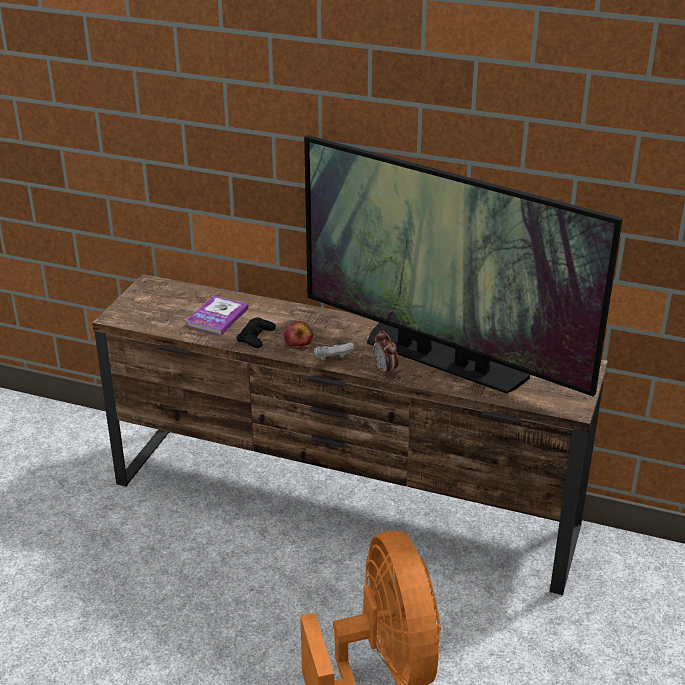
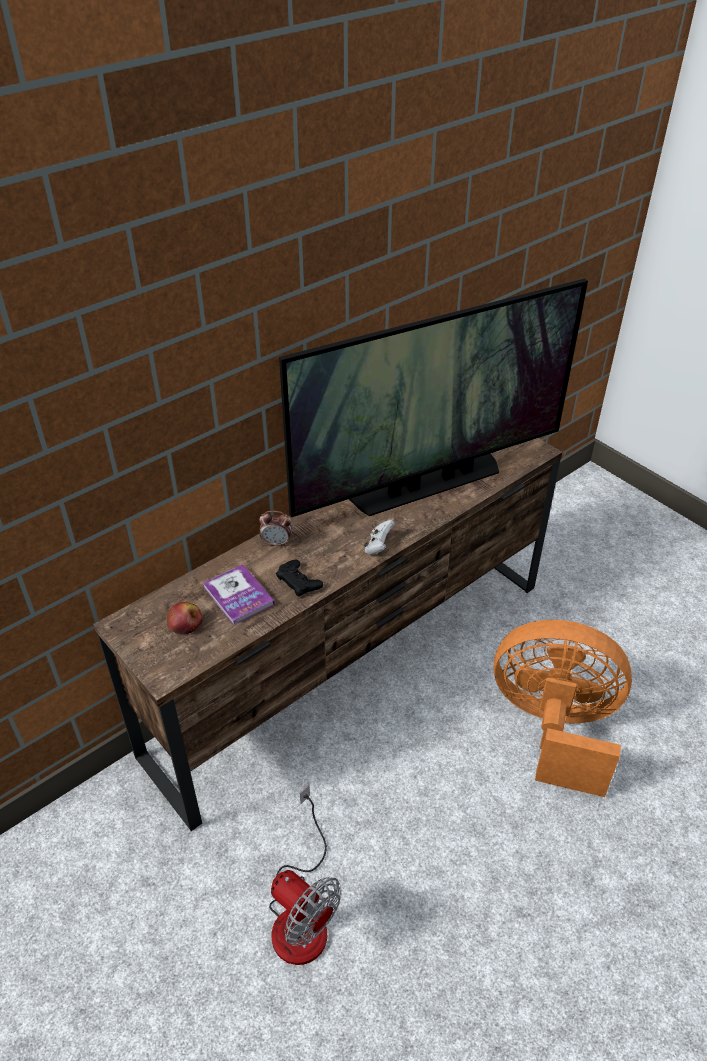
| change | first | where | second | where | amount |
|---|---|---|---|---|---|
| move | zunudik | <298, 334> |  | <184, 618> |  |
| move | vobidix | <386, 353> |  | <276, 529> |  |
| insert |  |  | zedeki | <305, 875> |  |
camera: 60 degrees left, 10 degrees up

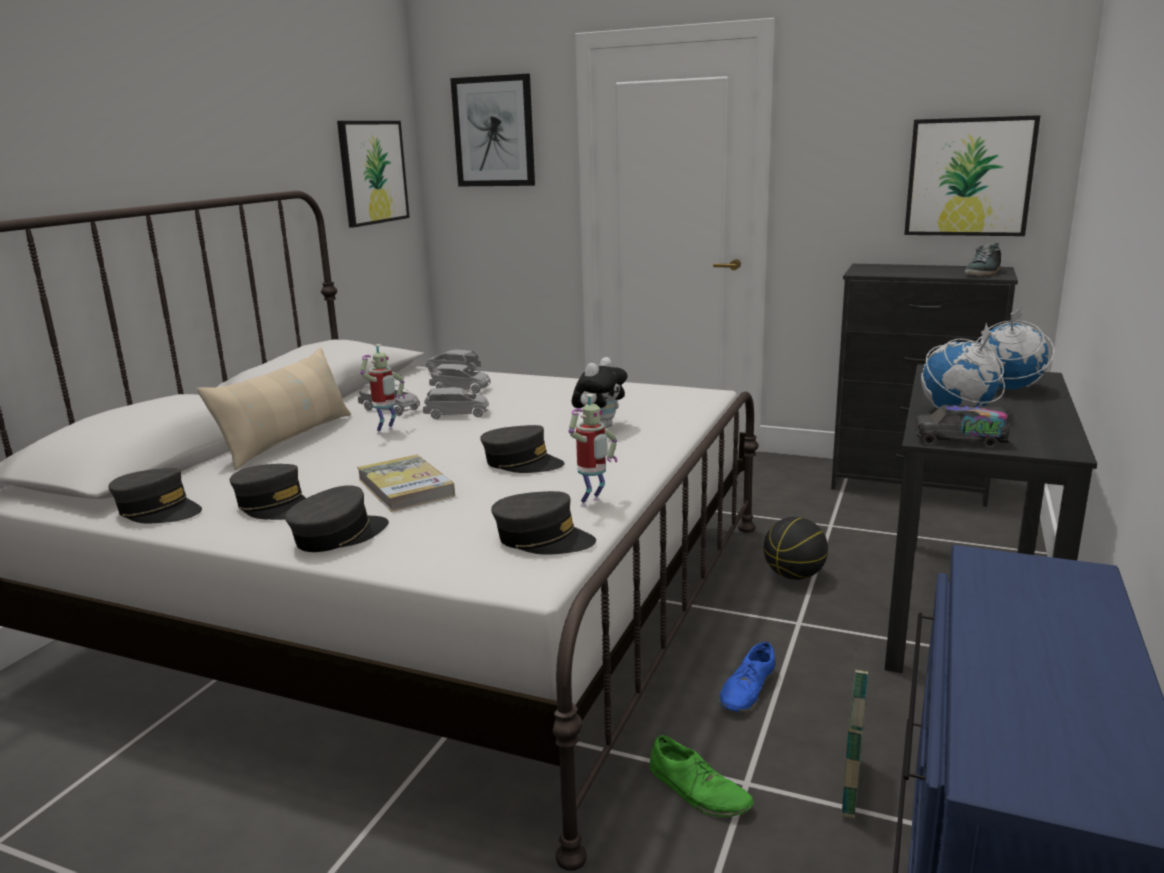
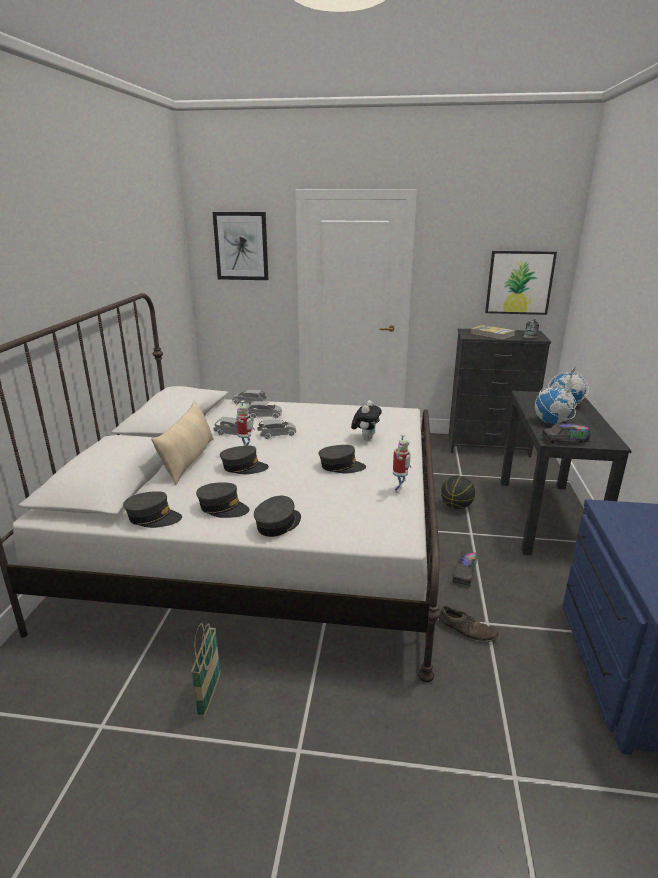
| change | first | where | second | where | amount |
|---|---|---|---|---|---|
| delete | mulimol | <373, 174> |  |  |  |
| move | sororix | <406, 483> |  | <492, 332> |  |
| move | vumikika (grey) | <543, 523> |  | <244, 460> |  |
| replace | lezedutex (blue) | <747, 677> | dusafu | <464, 568> |  |
| move | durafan | <855, 737> |  | <206, 669> |  |
| recolor | lezedutex (green) | <702, 776> | lezedutex (brown) | <469, 624> |  |
camera: 15 degrees left, 5 degrees up

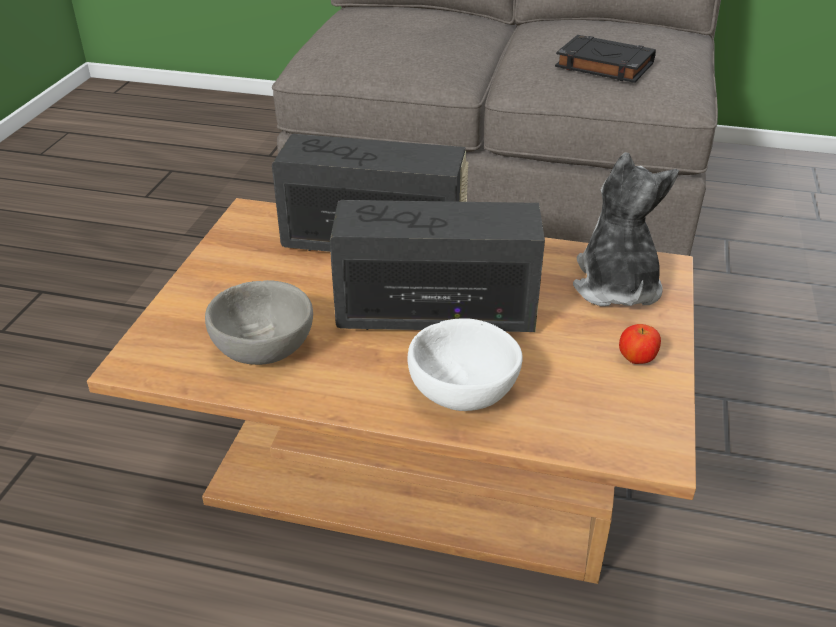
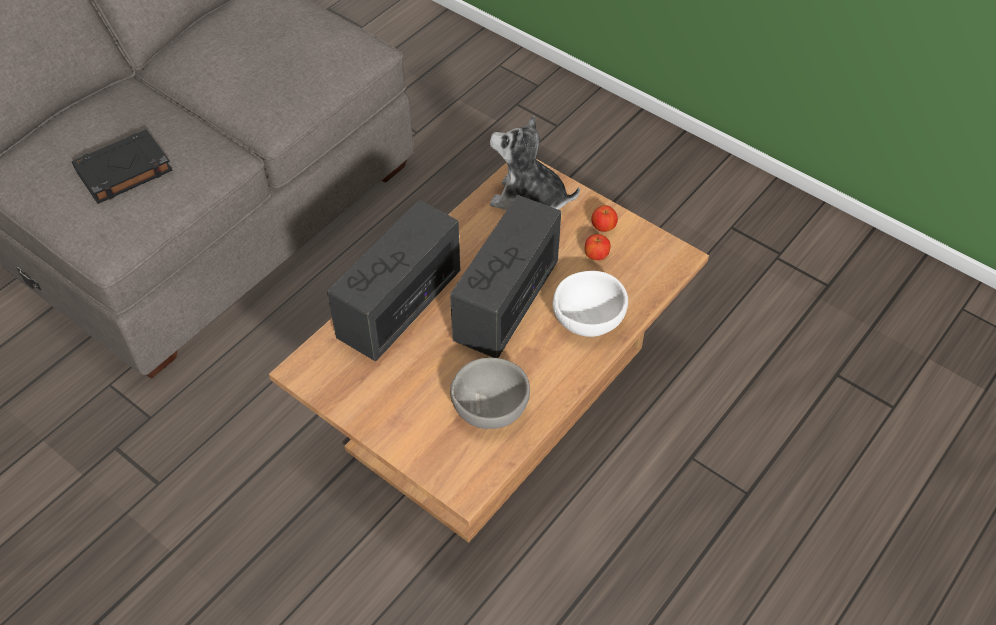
| change | first | where | second | where | amount |
|---|---|---|---|---|---|
| move | sororix (black) | <605, 59> |  | <122, 166> |  |
| insert |  |  | zunudik | <598, 247> |  |
camera: 65 degrees left, 15 degrees up

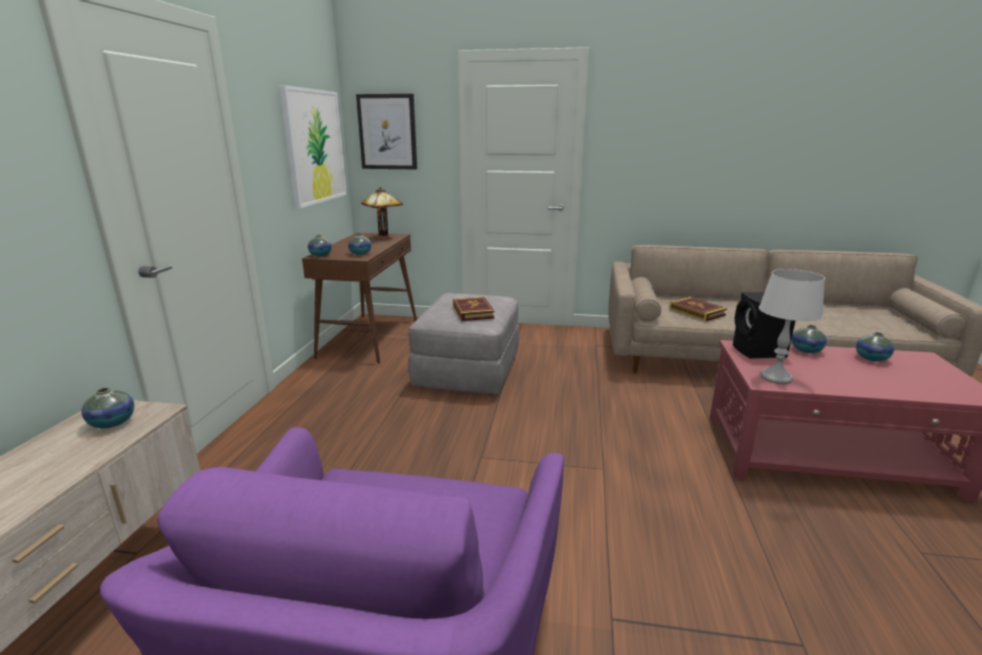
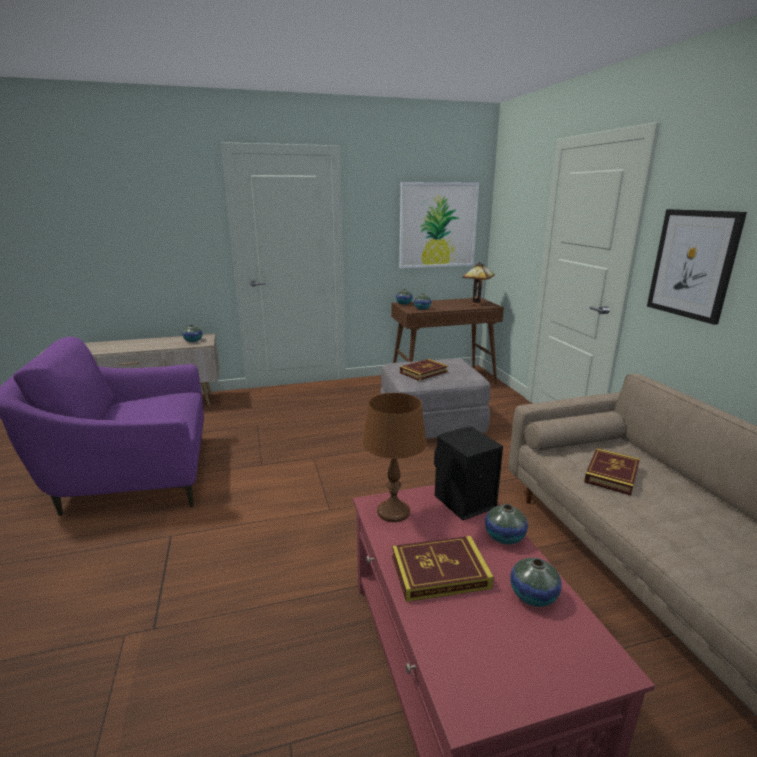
| change | first | where | second | where | amount |
|---|---|---|---|---|---|
| move | mulimol | <386, 131> |  | <697, 267> |  |
| recolor | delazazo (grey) | <792, 326> | delazazo (brown) | <394, 457> |  |
| insert |  |  | sororix | <443, 569> |  |
camera: 65 degrees right, 0 degrees up

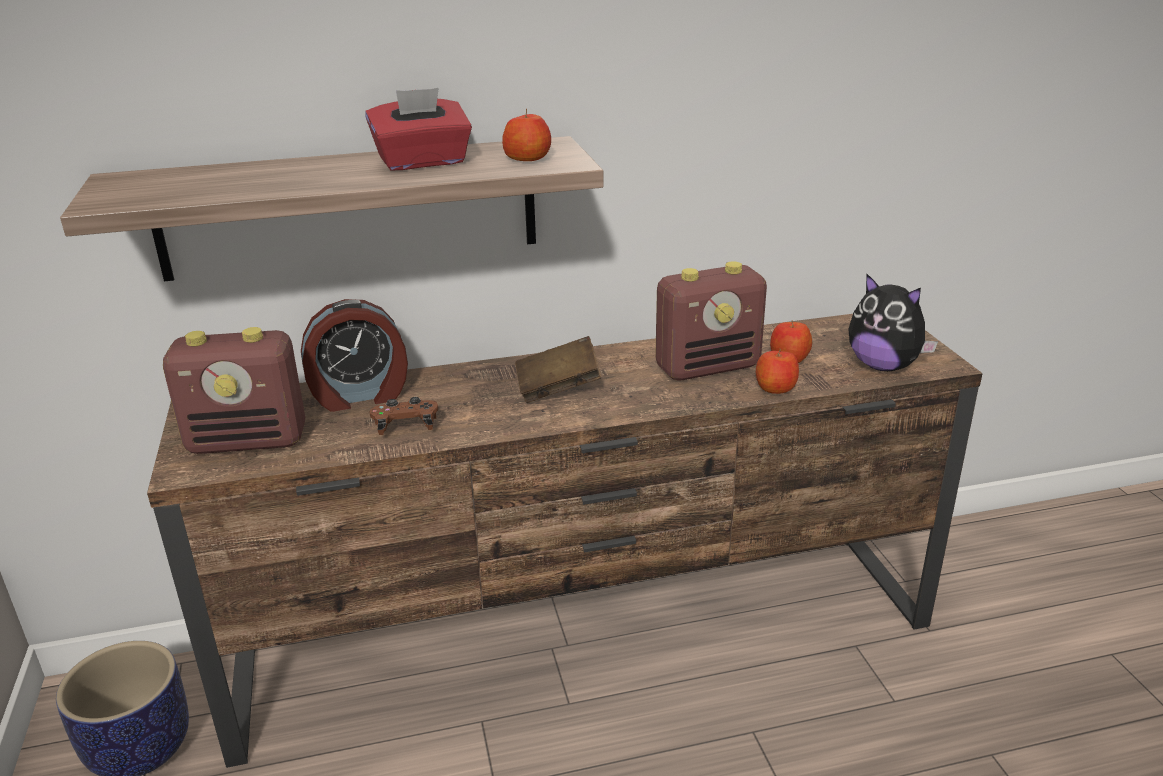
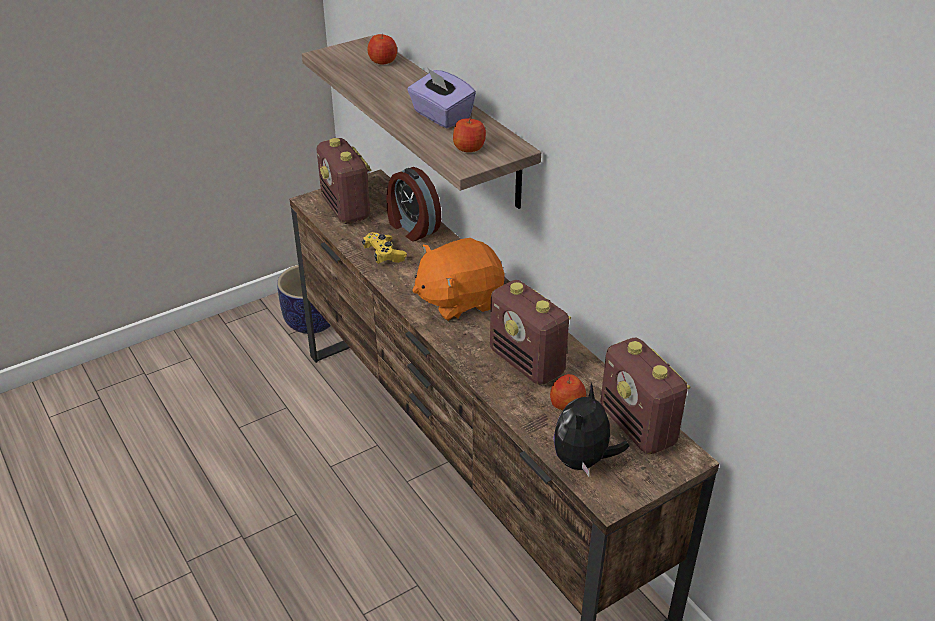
| change | first | where | second | where | amount |
|---|---|---|---|---|---|
| recolor | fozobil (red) | <418, 129> | fozobil (purple) | <441, 97> |  |
| replace | sororix (brown) | <558, 369> | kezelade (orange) | <458, 279> |  |
| move | zunudik | <777, 371> |  | <382, 49> |  |
| recolor | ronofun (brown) | <404, 416> | ronofun (yellow) | <384, 248> |  |
| insert |  |  | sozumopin | <645, 395> |  |
camera: 70 degrees right, 10 degrees up

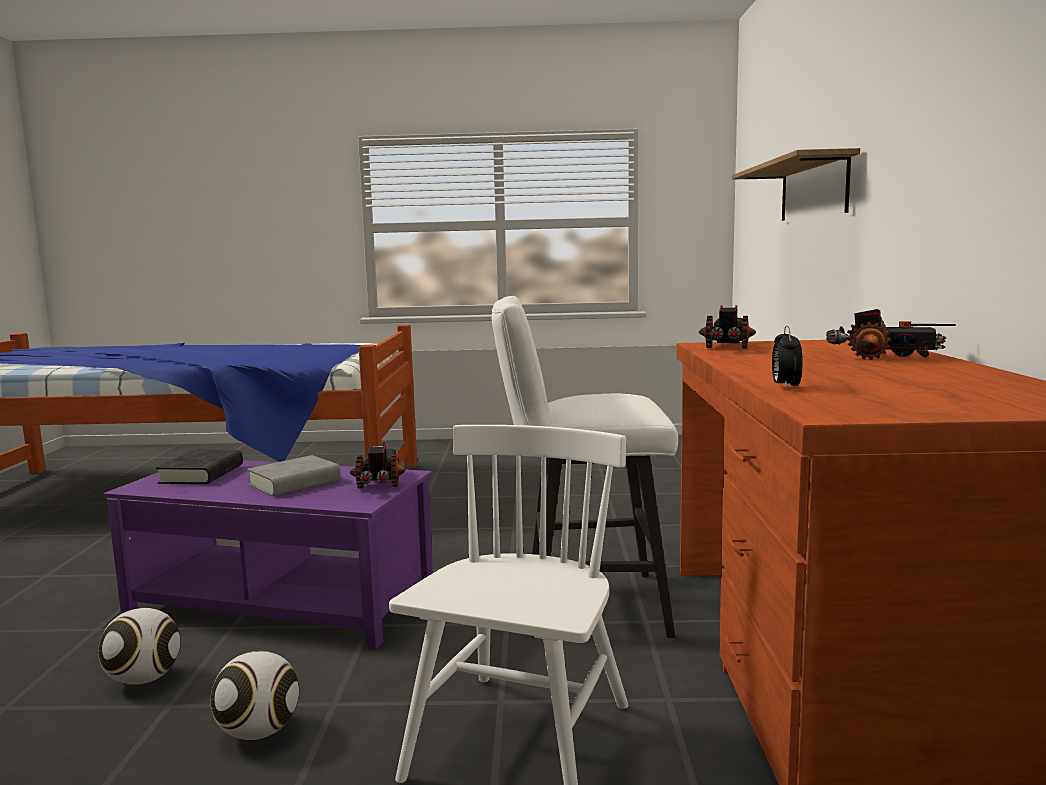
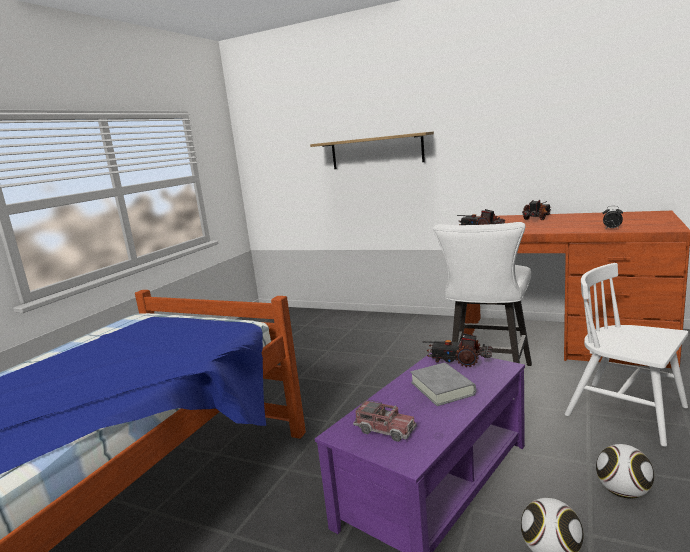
| change | first | where | second | where | amount |
|---|---|---|---|---|---|
| replace | sororix (black) | <199, 467> | dusafu | <385, 420> |  |
camera: 65 degrees left, 5 degrees up

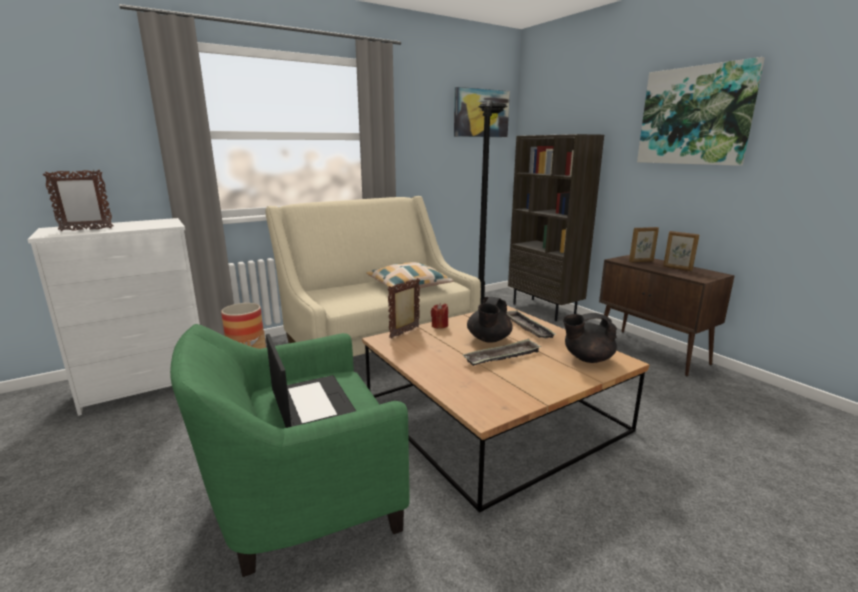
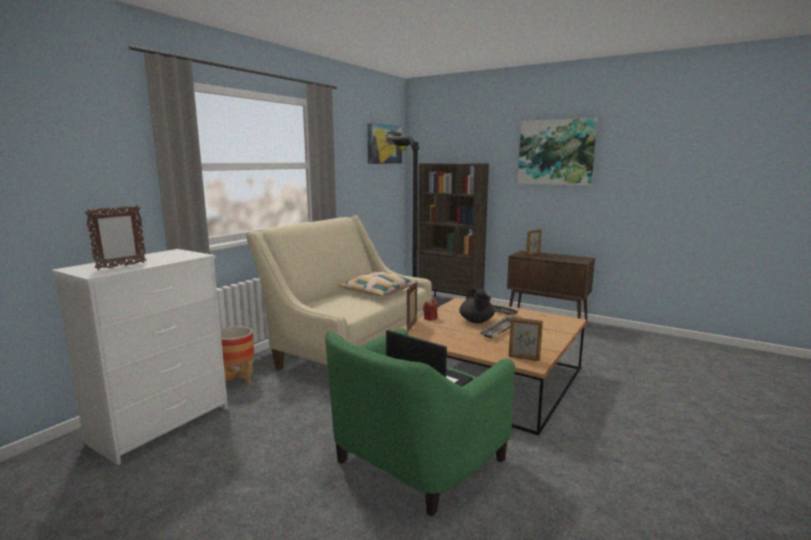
| change | first | where | second | where | amount |
|---|---|---|---|---|---|
| move | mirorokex | <681, 251> |  | <526, 339> |  |
| delete | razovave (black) | <590, 338> |  |  |  |
camera: 25 degrees left, 5 degrees down

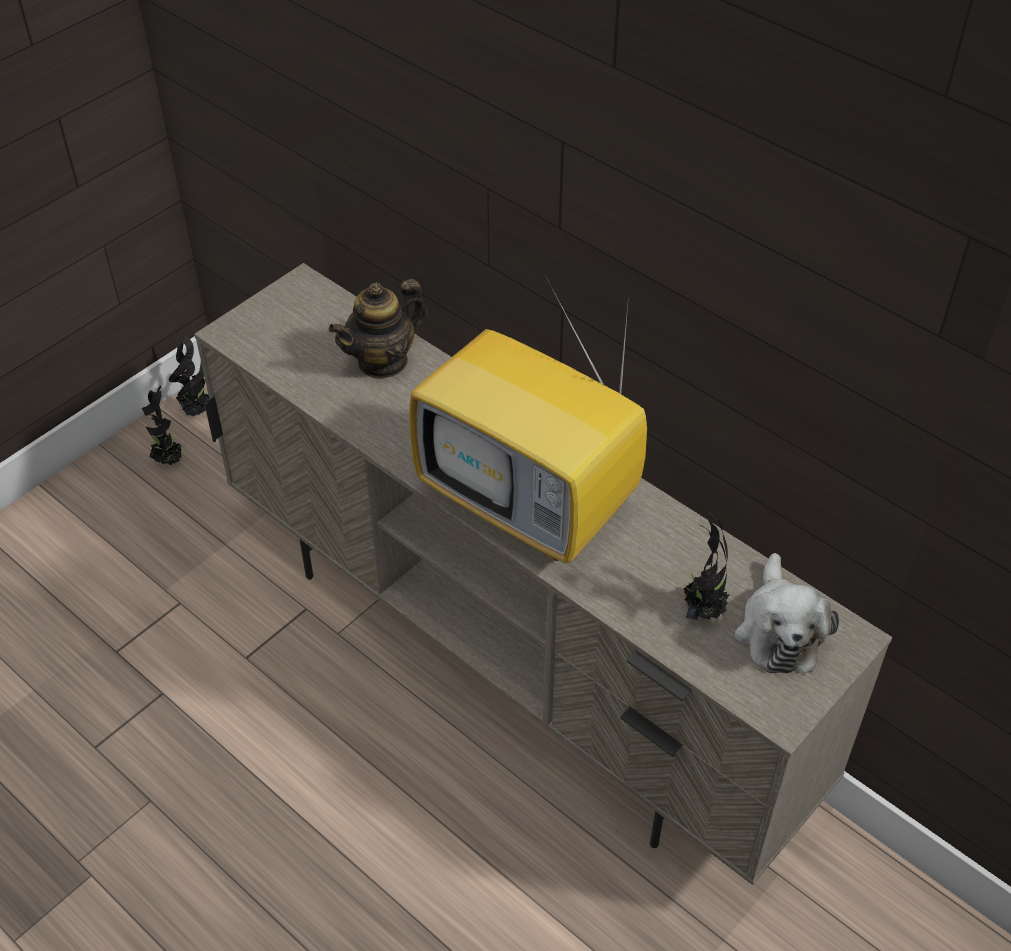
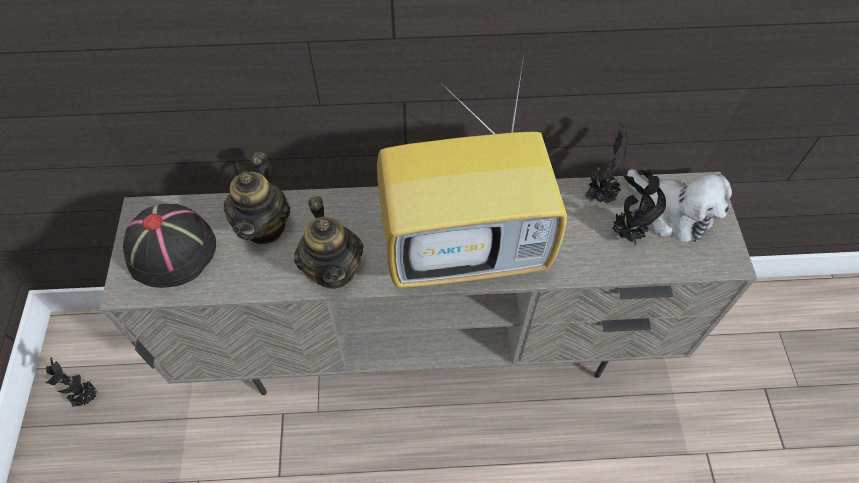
| change | first | where | second | where | amount |
|---|---|---|---|---|---|
| move | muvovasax | <189, 376> |  | <606, 163> |  |
| insert |  |  | razovave | <329, 242> |  |
| insert |  |  | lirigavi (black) | <169, 246> |  |
camera: 45 degrees left, 10 degrees up

